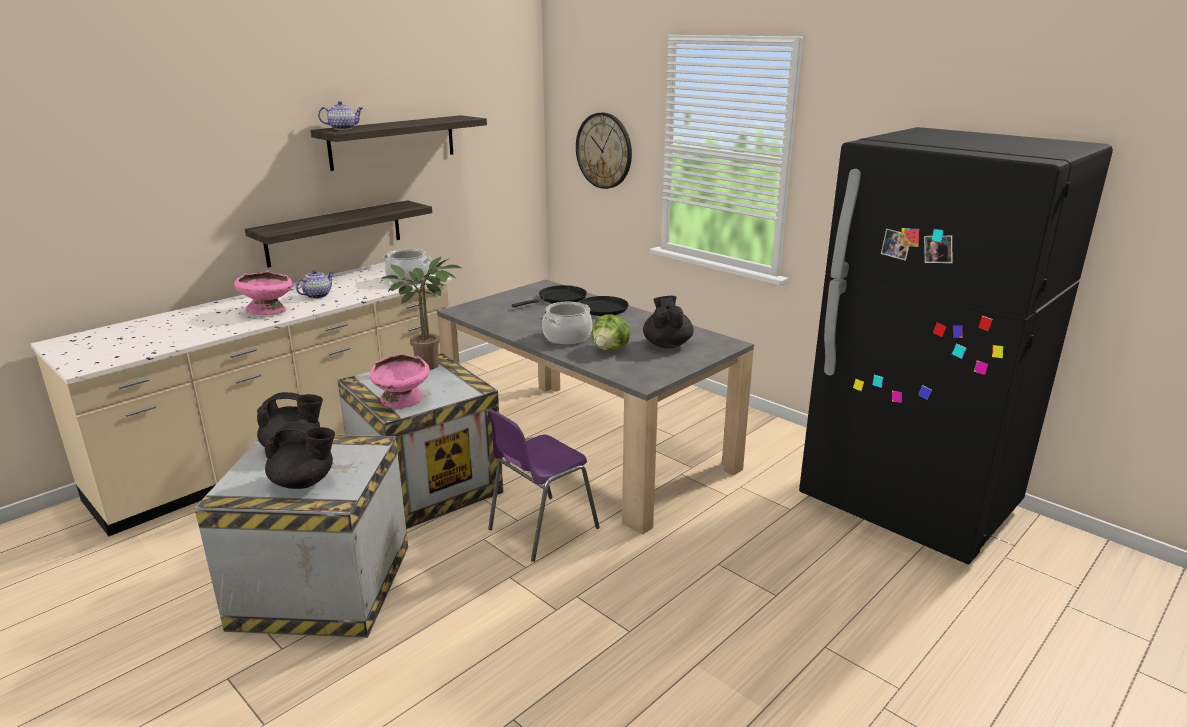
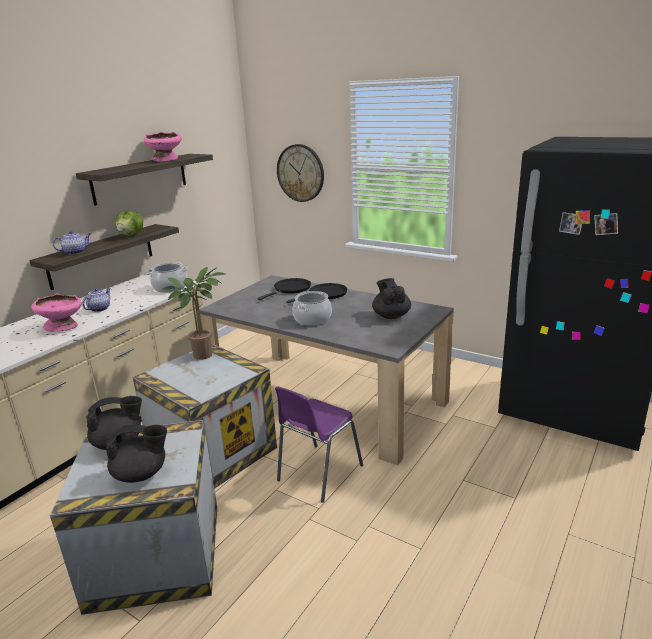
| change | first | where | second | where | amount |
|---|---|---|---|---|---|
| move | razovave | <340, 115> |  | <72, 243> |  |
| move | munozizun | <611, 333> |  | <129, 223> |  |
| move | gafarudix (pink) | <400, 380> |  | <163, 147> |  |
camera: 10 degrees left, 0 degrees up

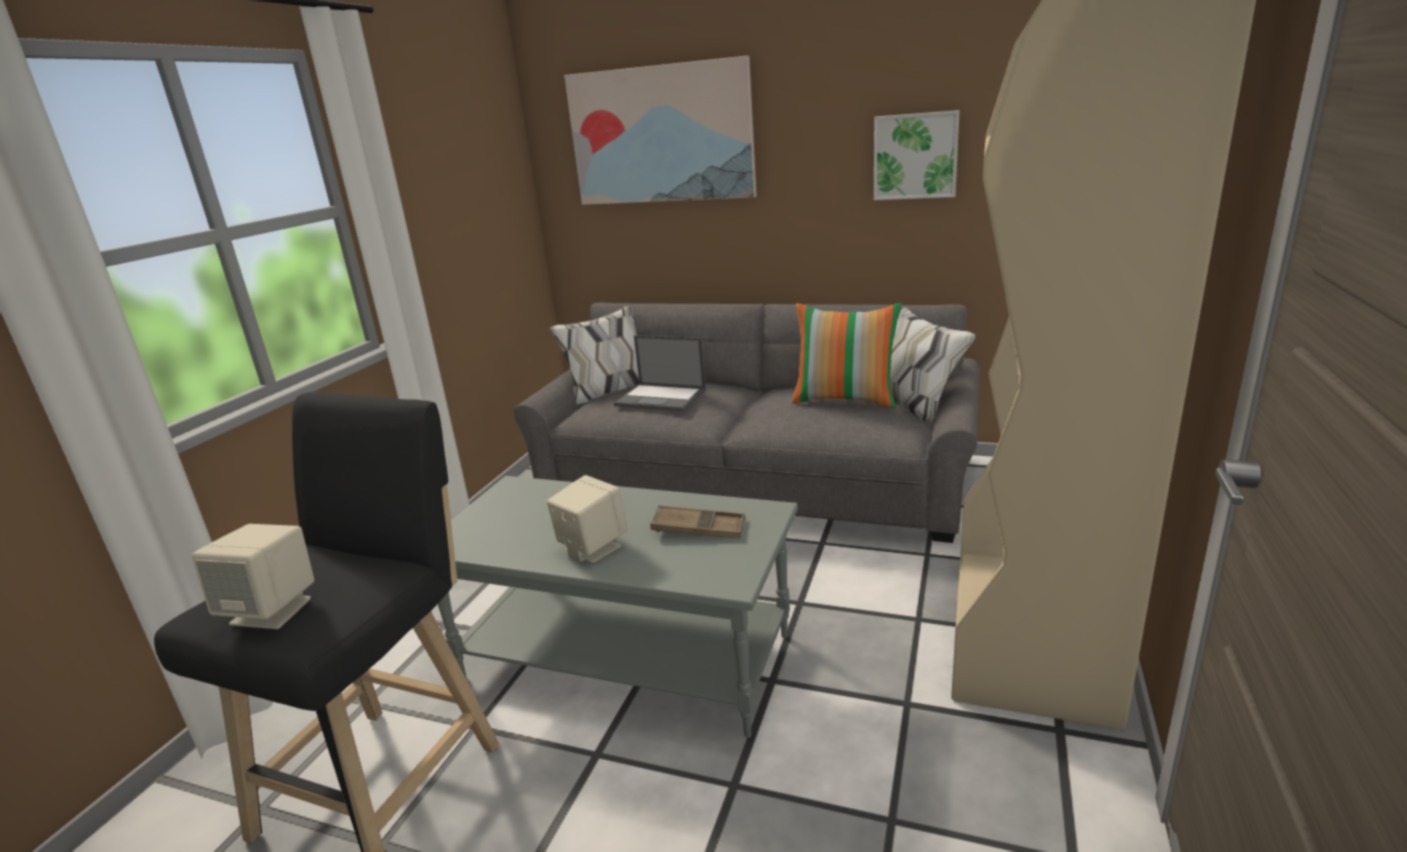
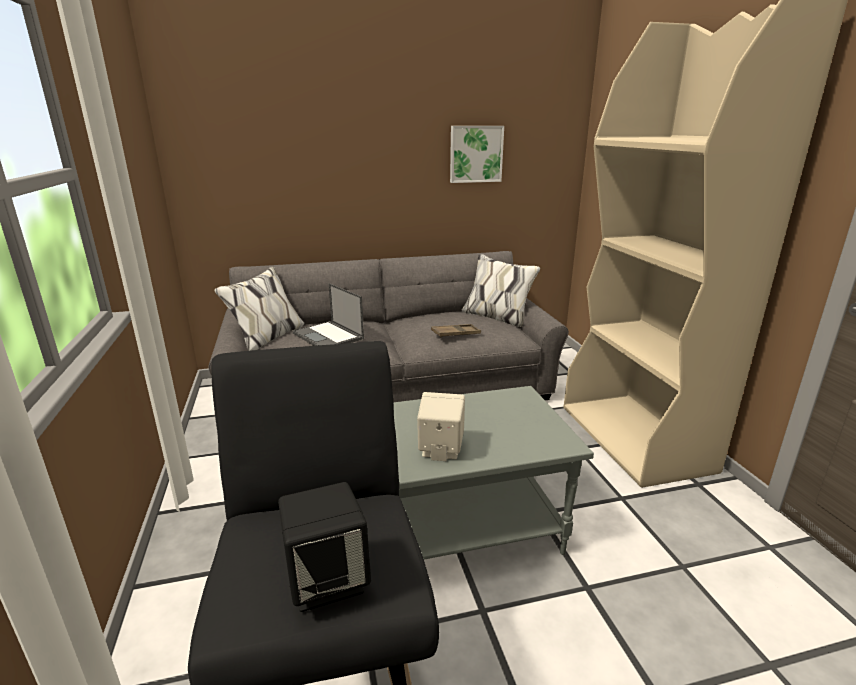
| change | first | where | second | where | amount |
|---|---|---|---|---|---|
| delete | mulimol | <660, 130> |  |  |  |
| delete | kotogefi | <847, 355> |  |  |  |
| rotate | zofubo | <660, 373> |  | <328, 314> | 60 degrees clockwise |
| move | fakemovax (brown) | <697, 522> |  | <456, 331> |  |
| recolor | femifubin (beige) | <253, 576> | femifubin (black) | <324, 547> |  |
camera: 35 degrees left, 0 degrees up

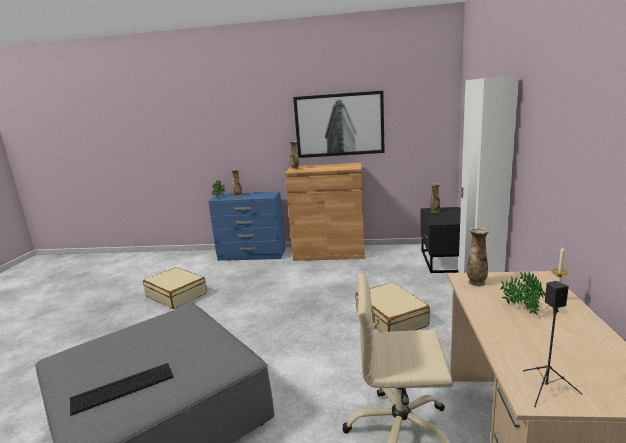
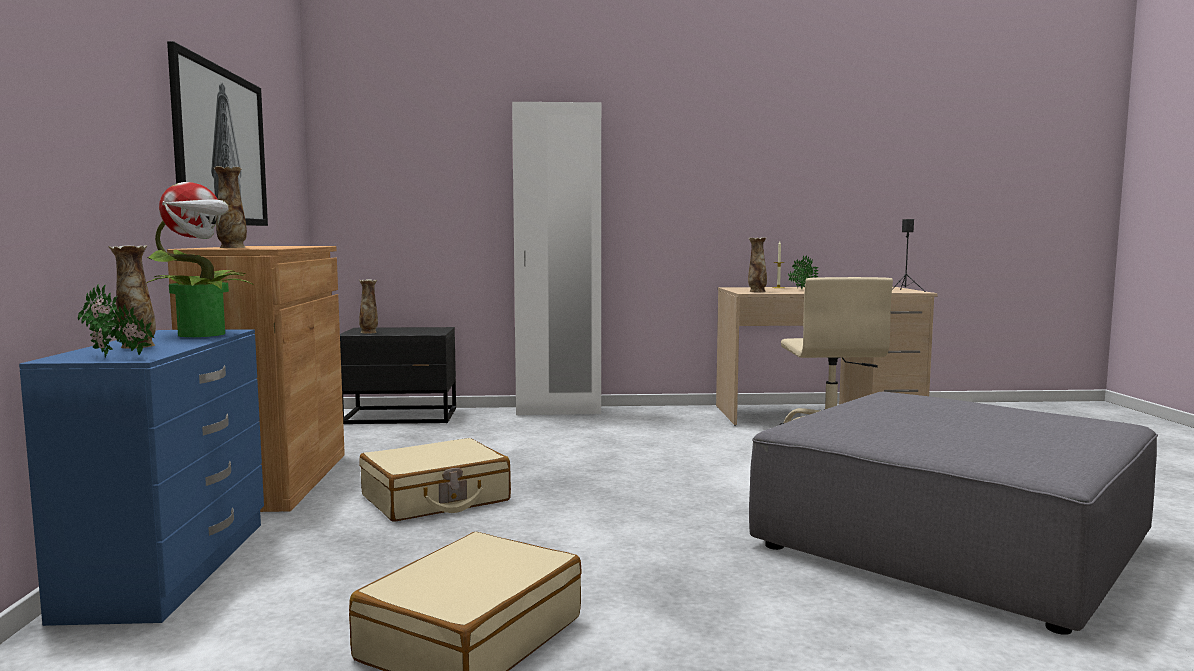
| change | first | where | second | where | amount |
|---|---|---|---|---|---|
| move | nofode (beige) | <392, 307> |  | <435, 480> |  |
| delete | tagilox | <121, 389> |  |  |  |
| insert |  |  | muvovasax | <200, 259> |  |
camera: 100 degrees left, 10 degrees down

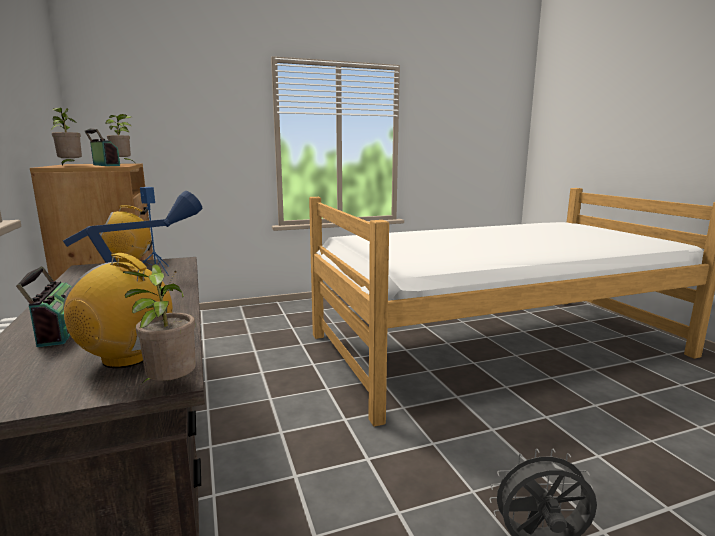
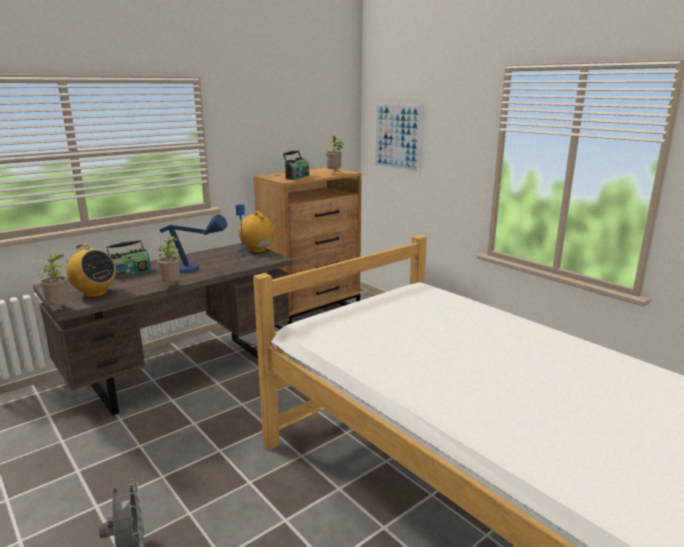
| change | first | where | second | where | amount |
|---|---|---|---|---|---|
| move | muvovasax | <66, 136> |  | <168, 259> |  |
| rotate | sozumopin | <120, 310> |  | <89, 271> | 120 degrees clockwise |
| insert |  |  | mulimol | <399, 138> |  |
camera: 70 degrees right, 5 degrees up

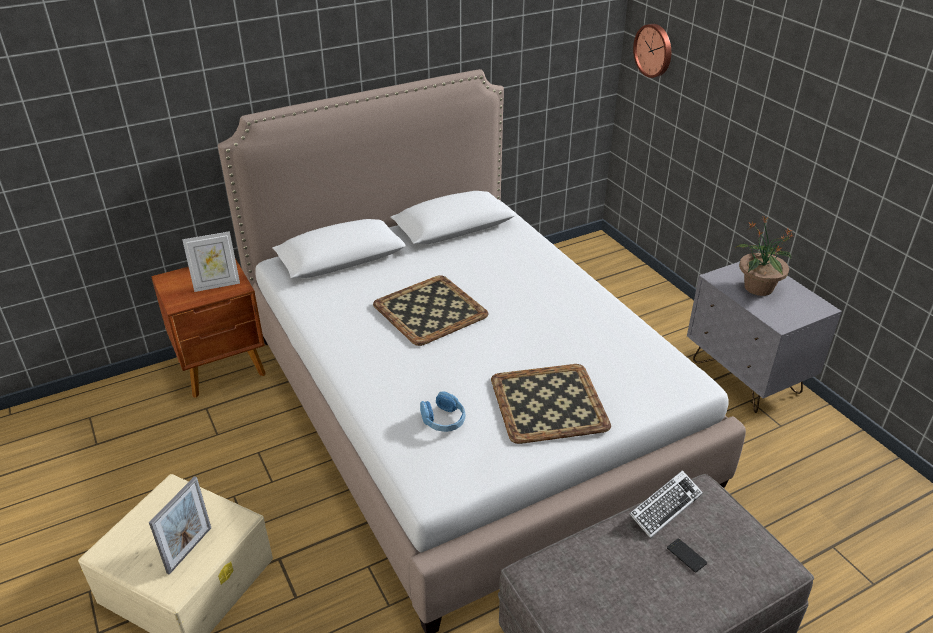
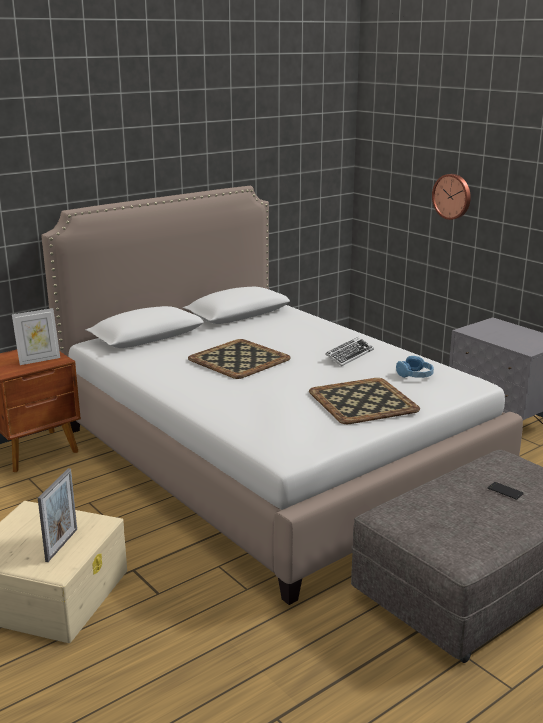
| change | first | where | second | where | amount |
|---|---|---|---|---|---|
| move | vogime | <652, 51> |  | <451, 197> |  |
| delete | muvovasax | <764, 256> |  |  |  |
| move | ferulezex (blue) | <442, 411> |  | <415, 367> |  |
| move | tagilox | <666, 504> |  | <349, 351> |  |
camera: 10 degrees left, 15 degrees down

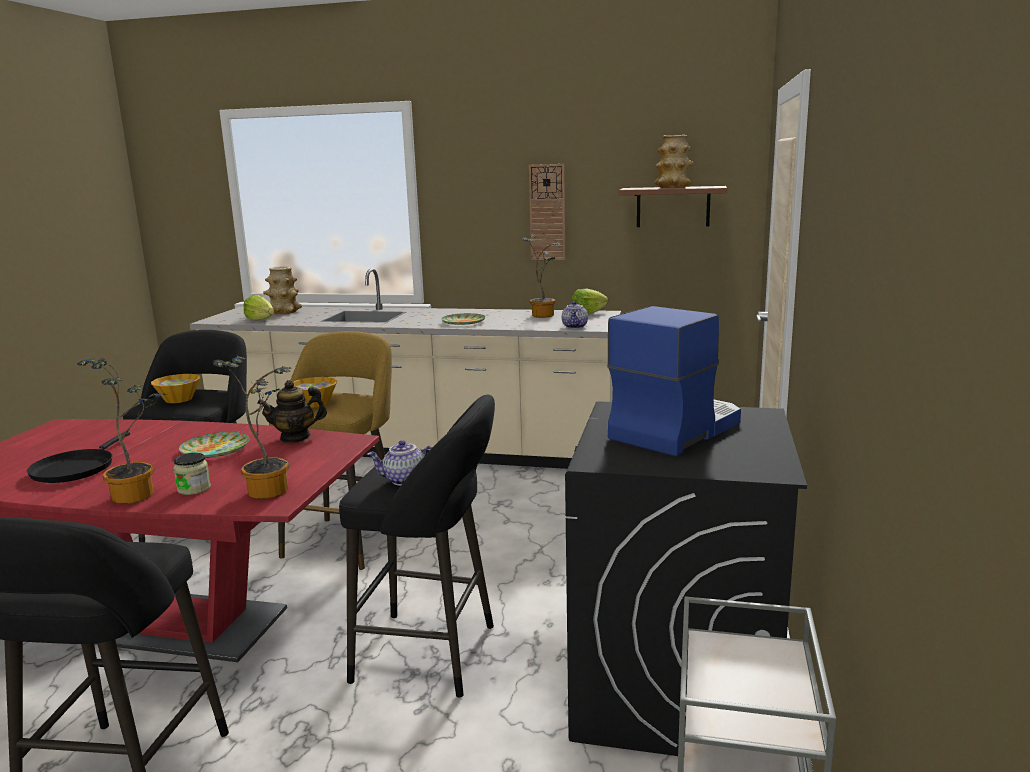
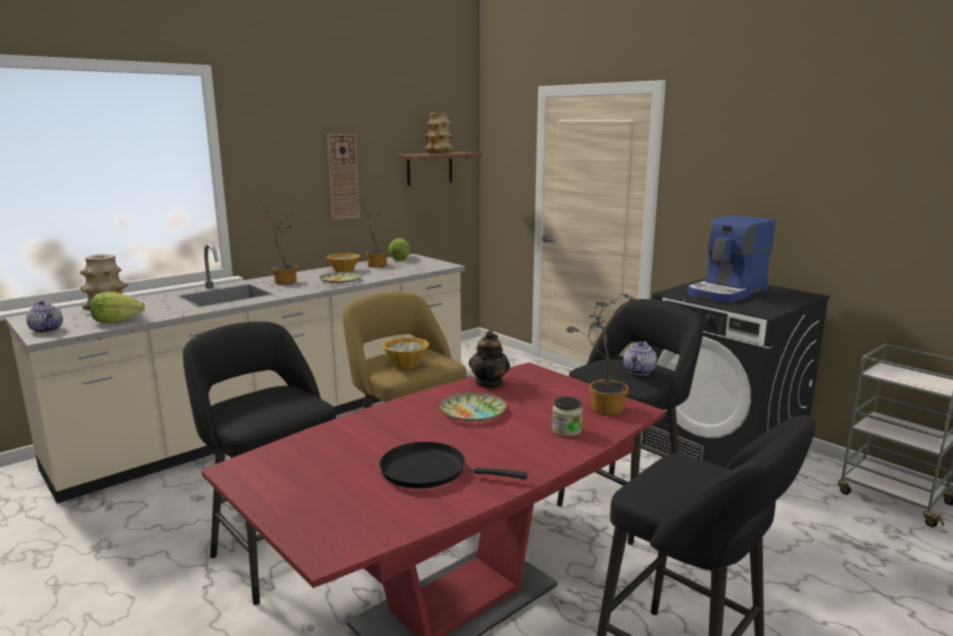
| change | first | where | second | where | amount |
|---|---|---|---|---|---|
| move | razovave | <575, 315> |  | <44, 317> |  |
| rotate | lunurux | <674, 381> |  | <731, 259> | 120 degrees counterclockwise |
| move | muvovasax | <121, 431> |  | <280, 244> |  |
| move | gafarudix | <175, 388> |  | <343, 262> |  |
| rotate | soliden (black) | <78, 457> |  | <453, 465> | 150 degrees clockwise |
camera: 55 degrees left, 0 degrees up

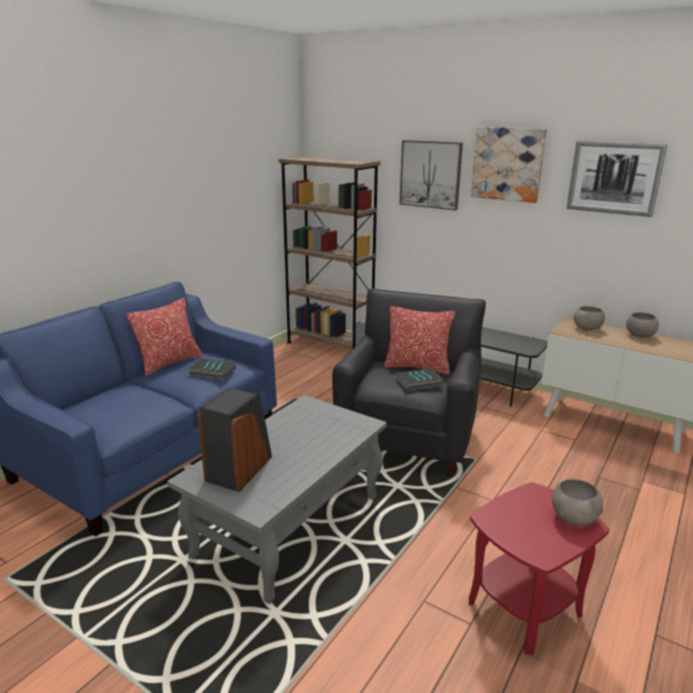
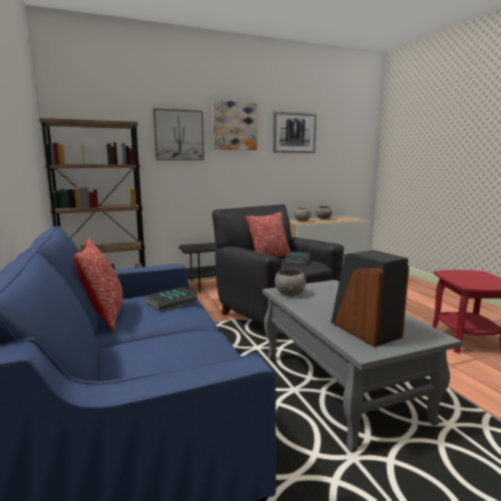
| change | first | where | second | where | amount |
|---|---|---|---|---|---|
| move | gafarudix (grey) | <577, 502> |  | <290, 282> |  |
camera: 55 degrees left, 10 degrees down

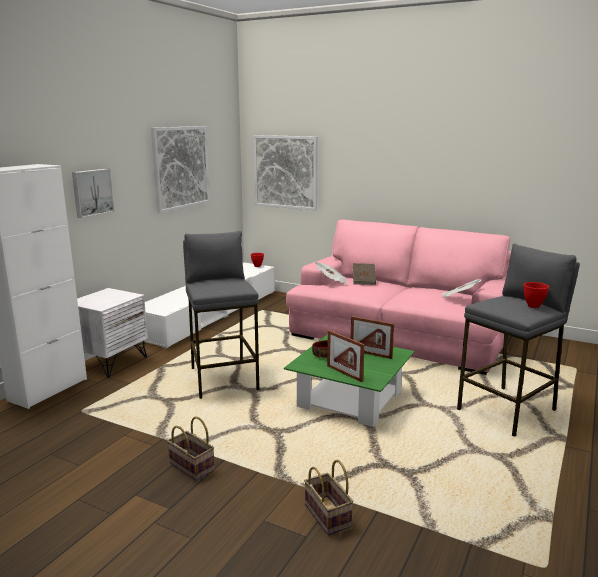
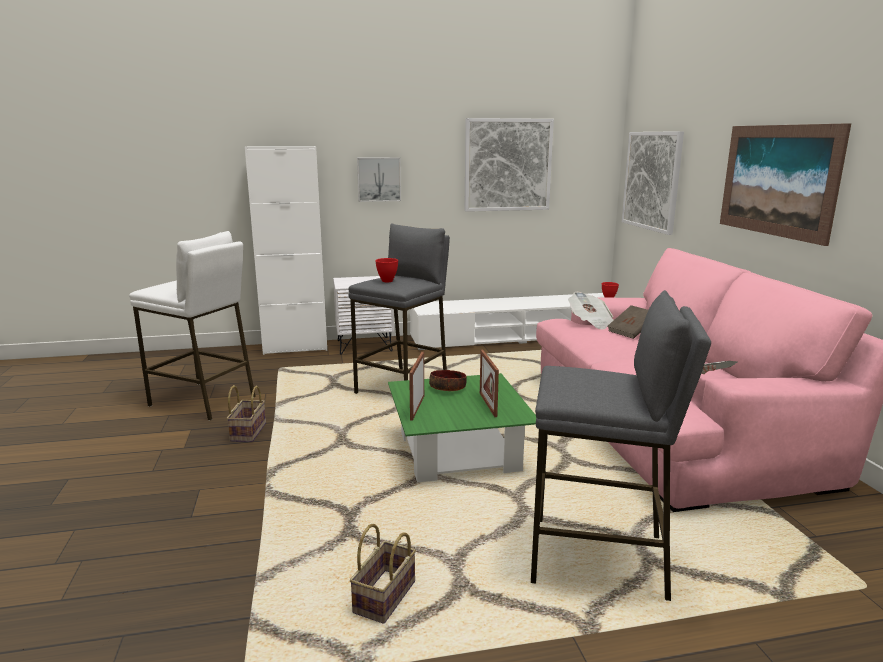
| change | first | where | second | where | amount |
|---|---|---|---|---|---|
| move | gafarudix (red) | <536, 295> |  | <386, 270> |  |
| move | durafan | <329, 497> |  | <383, 574> |  |
| insert |  |  | mulimol | <785, 184> |  |
| insert |  |  | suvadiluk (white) | <192, 326> |  |
camera: 50 degrees right, 0 degrees up

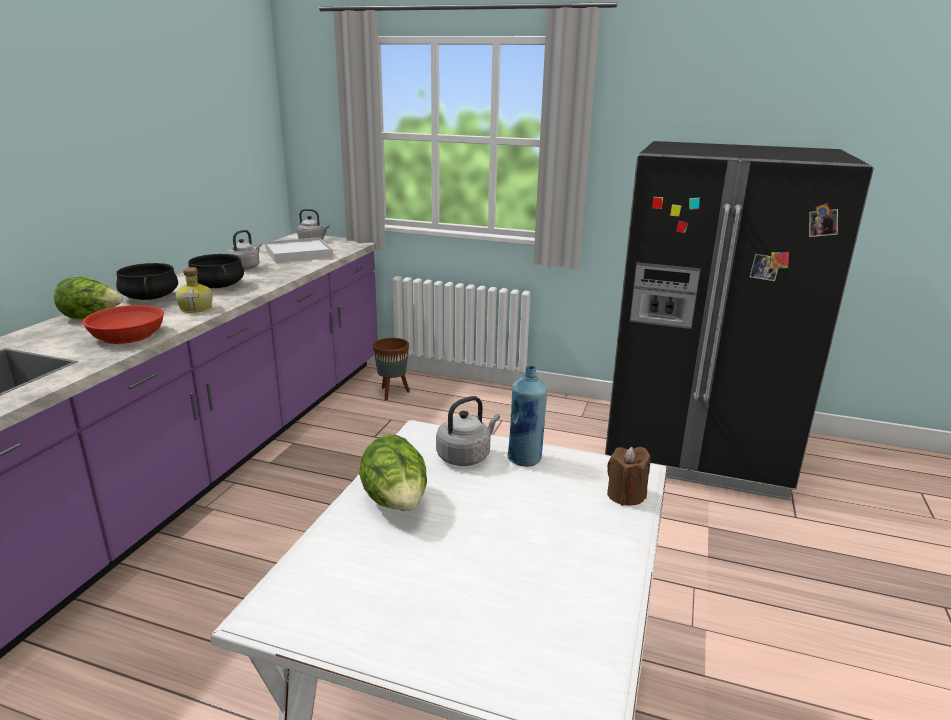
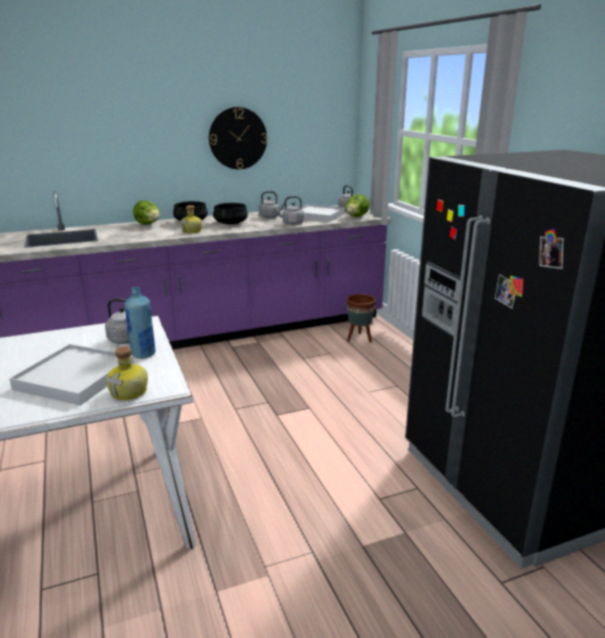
| change | first | where | second | where | amount |
|---|---|---|---|---|---|
| delete | gafarudix (red) | <123, 324> |  |  |  |
| move | munozizun | <393, 473> |  | <357, 205> |  |
| replace | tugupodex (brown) | <628, 476> | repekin | <127, 373> |  |
| insert |  |  | vogime | <238, 138> |  |
| insert |  |  | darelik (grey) | <290, 210> |  |
| insert |  |  | fakemovax (white) | <71, 374> |  |
camera: 50 degrees right, 0 degrees up

